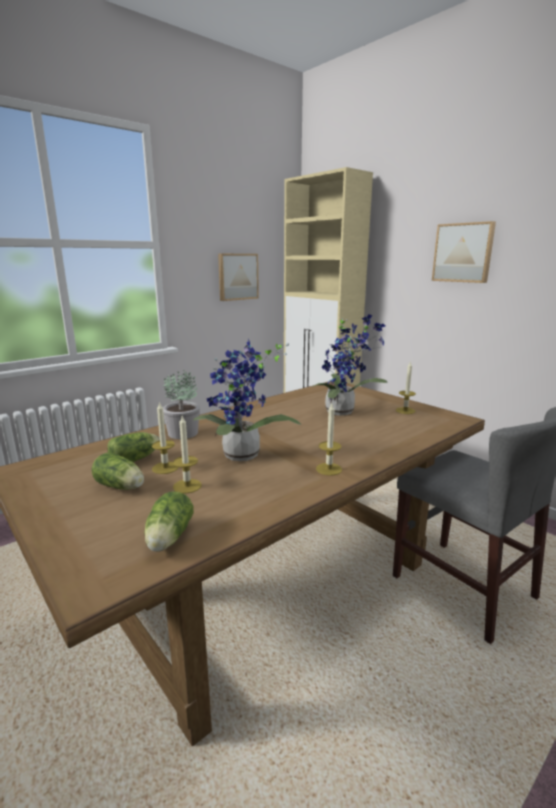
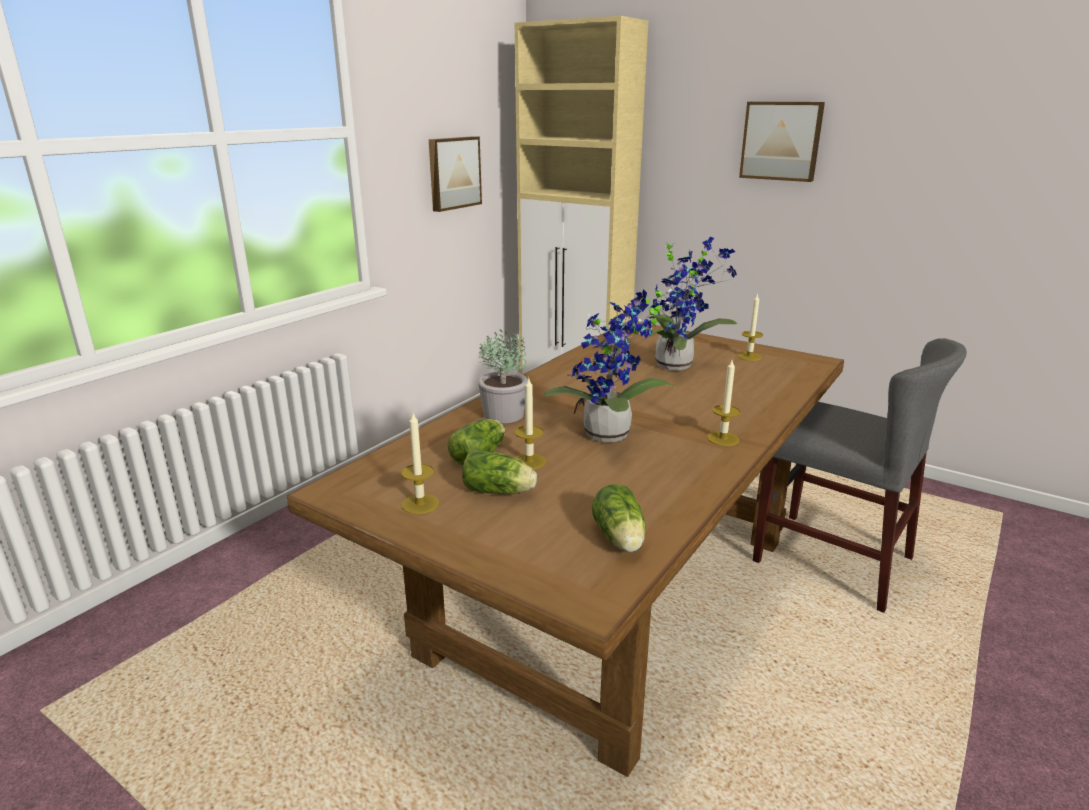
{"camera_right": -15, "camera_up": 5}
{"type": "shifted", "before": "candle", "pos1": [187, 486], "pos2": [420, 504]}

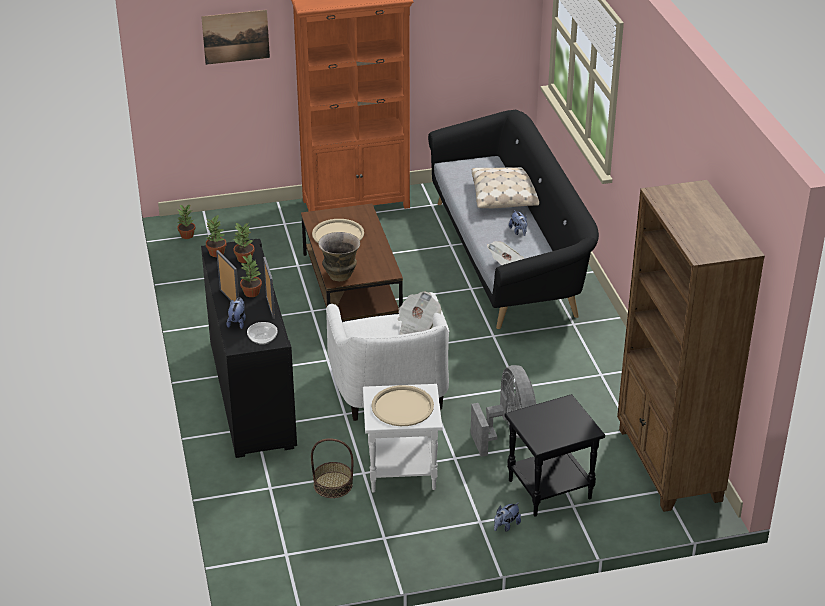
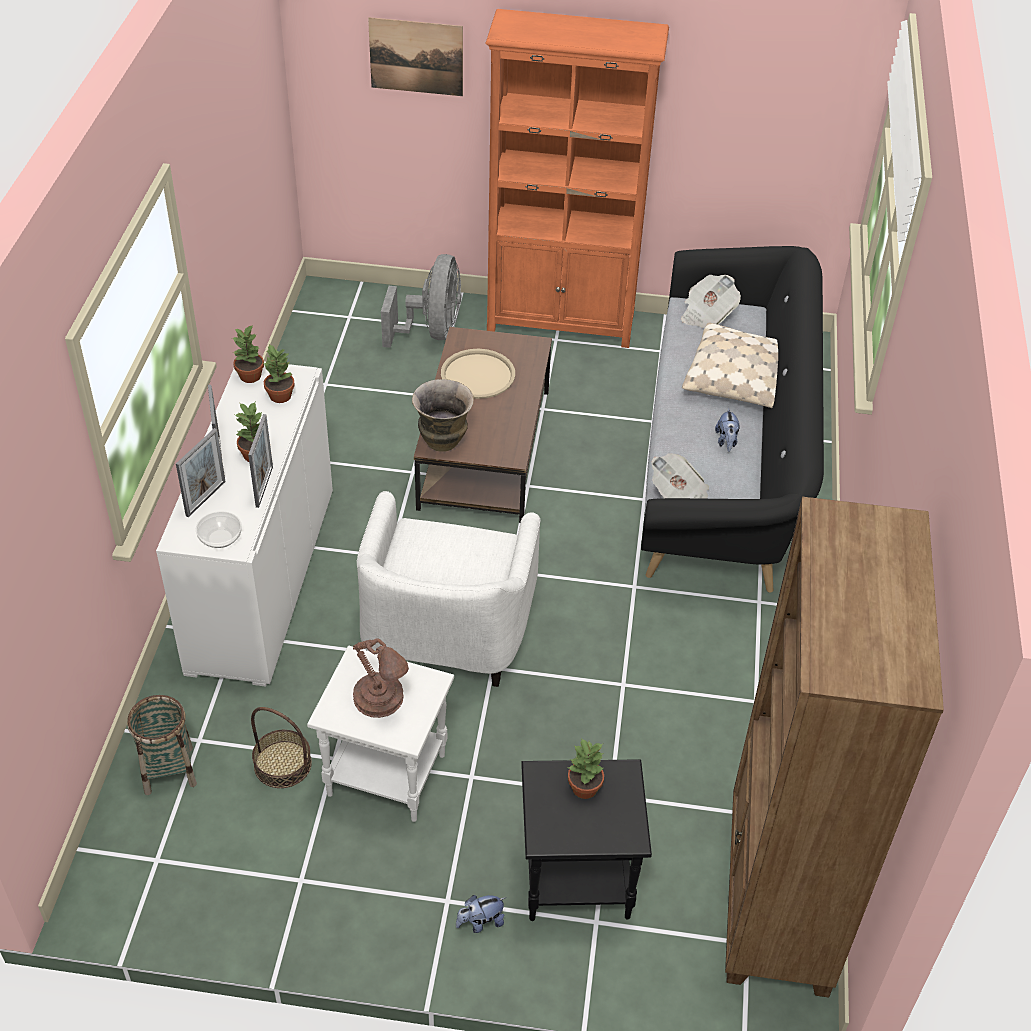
{"camera_right": 20, "camera_up": 10}
{"type": "new", "after": "basket", "pos2": [168, 770]}
{"type": "repainted", "before": "black cabinet", "after": "white cabinet", "pos1": [252, 393], "pos2": [262, 579]}
{"type": "swapped", "before": "plush toy", "after": "picture frame", "pos1": [237, 322], "pos2": [206, 498]}
{"type": "swapped", "before": "beige tray", "after": "brown table lamp", "pos1": [402, 407], "pos2": [381, 700]}
{"type": "shifted", "before": "grey fan", "pos1": [508, 433], "pos2": [431, 331]}
{"type": "shifted", "before": "potted plant", "pos1": [187, 235], "pos2": [584, 788]}
{"type": "shifted", "before": "newspaper", "pos1": [417, 325], "pos2": [707, 314]}

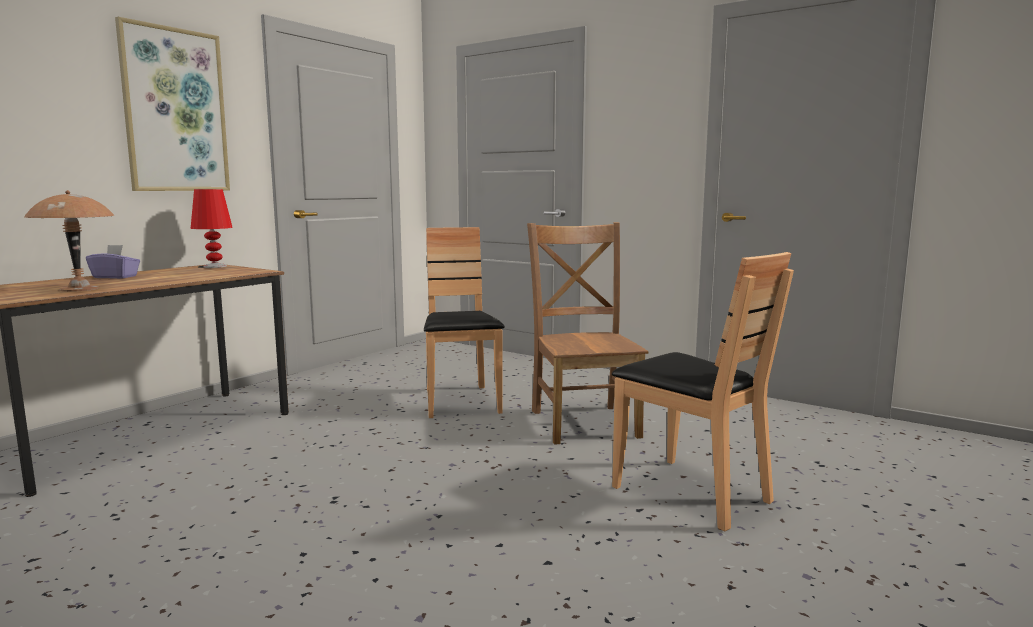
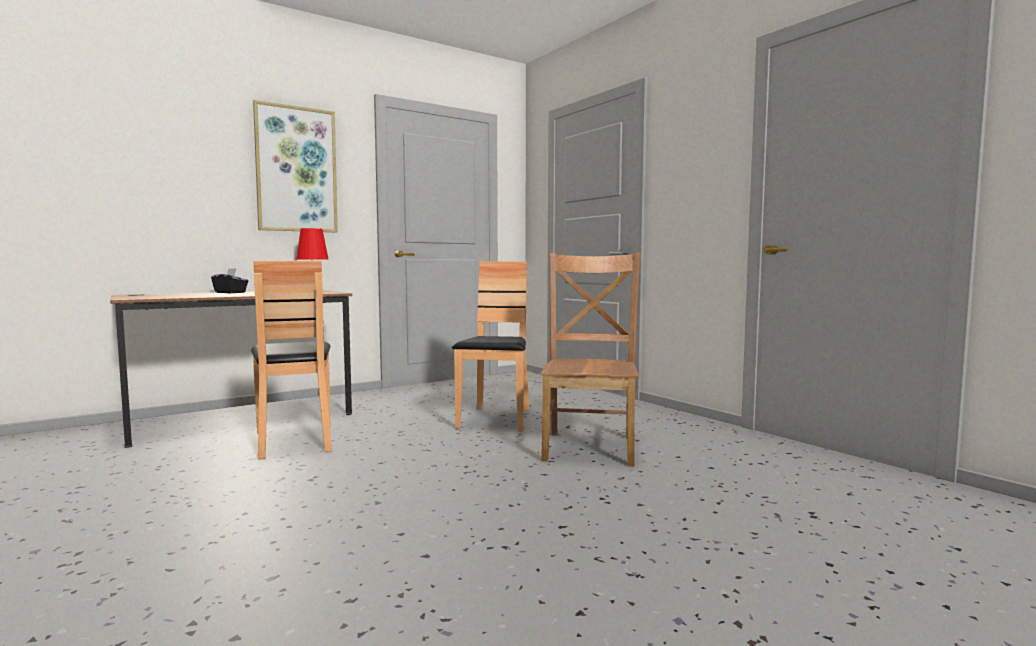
{"camera_right": 20, "camera_up": -5}
{"type": "repainted", "before": "purple tissue box", "after": "black tissue box", "pos1": [115, 277], "pos2": [230, 292]}
{"type": "shifted", "before": "brown chair", "pos1": [690, 492], "pos2": [295, 441]}
{"type": "gone", "before": "brown table lamp", "pos1": [80, 289]}

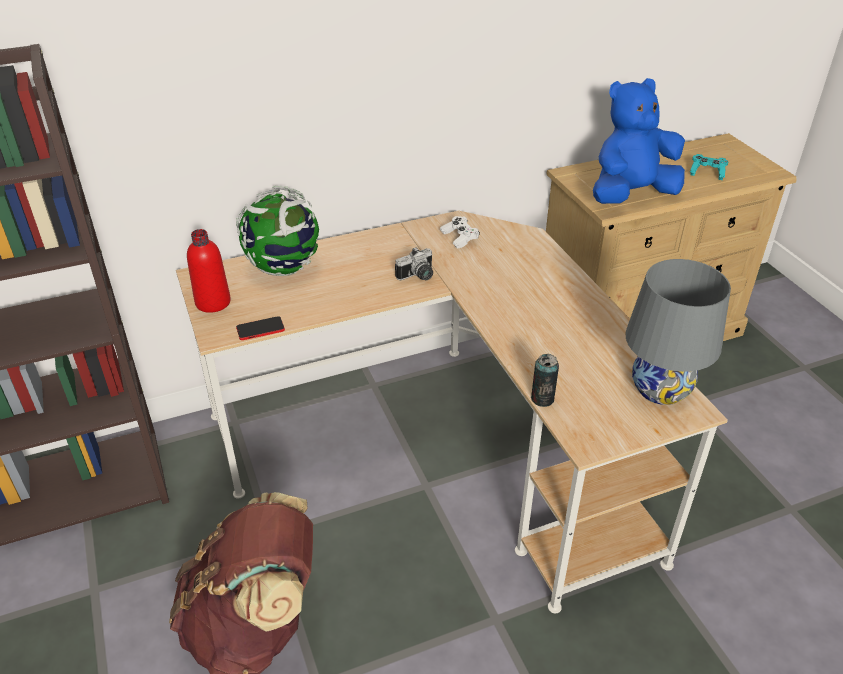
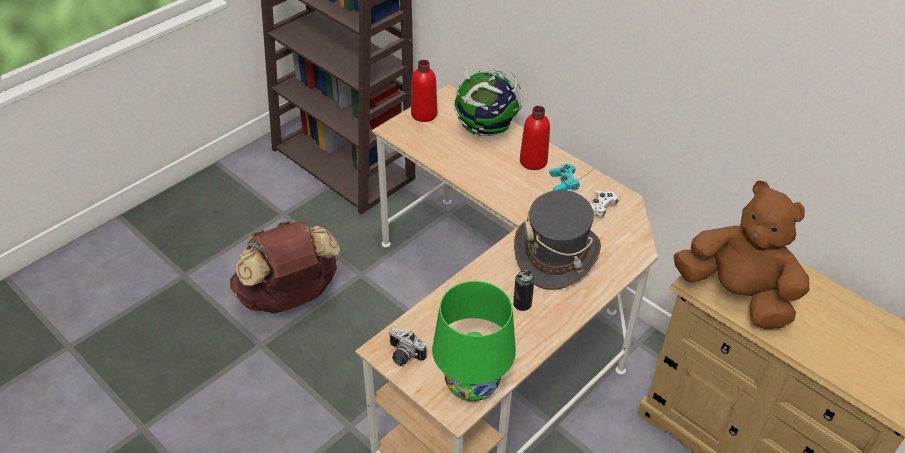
{"camera_right": 65, "camera_up": 5}
{"type": "shifted", "before": "photo camera", "pos1": [418, 276], "pos2": [403, 355]}
{"type": "repainted", "before": "grey table lamp", "after": "green table lamp", "pos1": [660, 389], "pos2": [471, 384]}
{"type": "shifted", "before": "can", "pos1": [542, 399], "pos2": [522, 304]}
{"type": "new", "after": "grey hat", "pos2": [556, 255]}
{"type": "new", "after": "red bottle", "pos2": [533, 161]}
{"type": "shifted", "before": "turquoise game controller", "pos1": [707, 173], "pos2": [563, 184]}
{"type": "repainted", "before": "blue plush toy", "after": "brown plush toy", "pos1": [630, 195], "pos2": [736, 295]}
{"type": "gone", "before": "phone", "pos1": [260, 329]}

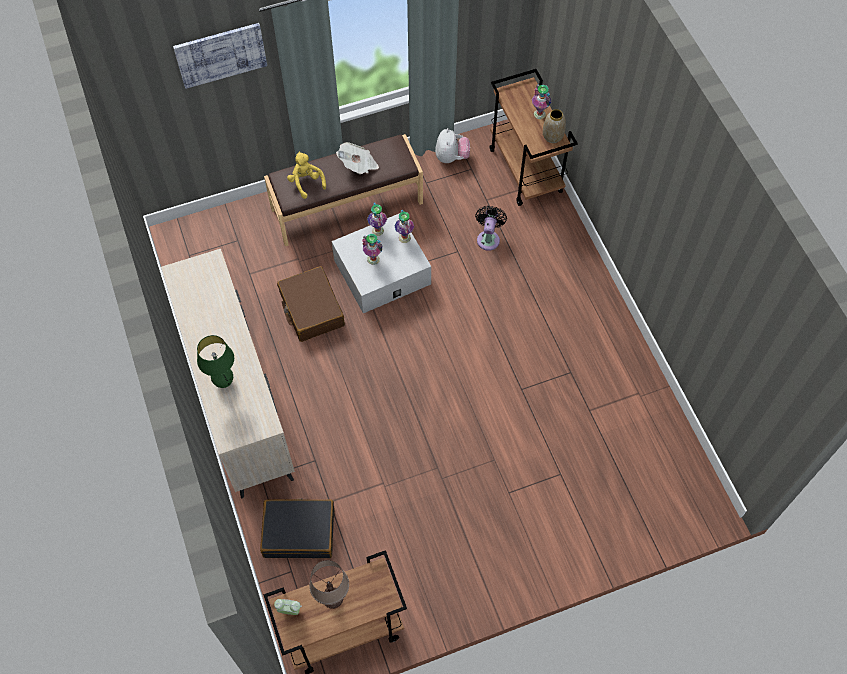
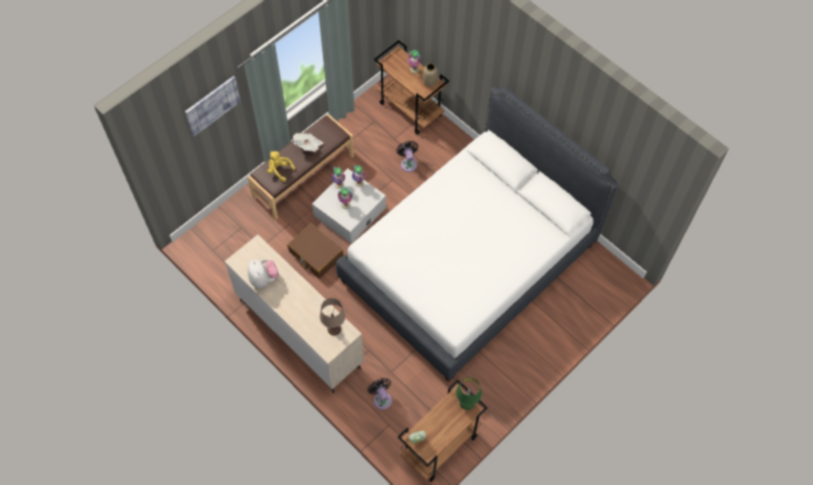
{"camera_right": -25, "camera_up": 0}
{"type": "shifted", "before": "plush toy", "pos1": [451, 157], "pos2": [263, 279]}
{"type": "shifted", "before": "brown table lamp", "pos1": [332, 598], "pos2": [334, 329]}
{"type": "new", "after": "white bed", "pos2": [469, 262]}
{"type": "swapped", "before": "black suitcase", "after": "black fan", "pos1": [299, 532], "pos2": [381, 398]}
{"type": "shifted", "before": "green table lamp", "pos1": [224, 382], "pos2": [466, 405]}

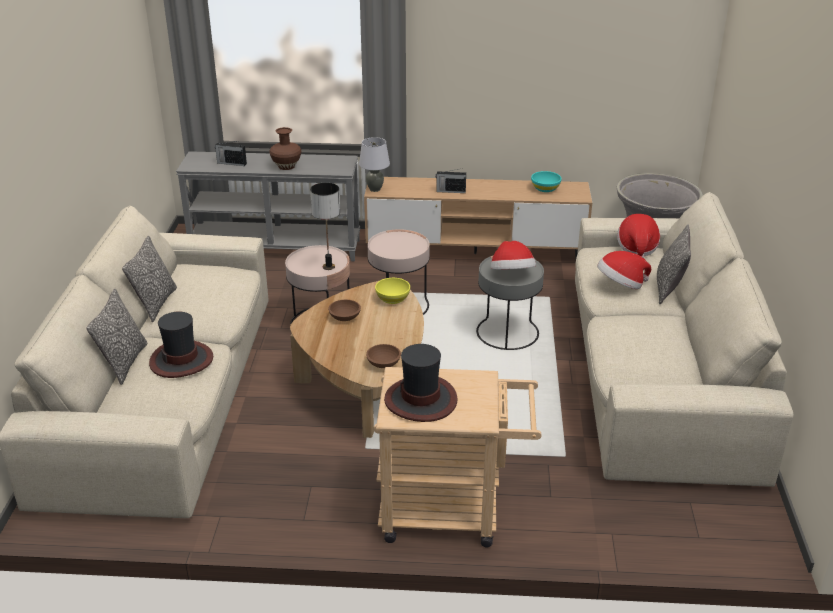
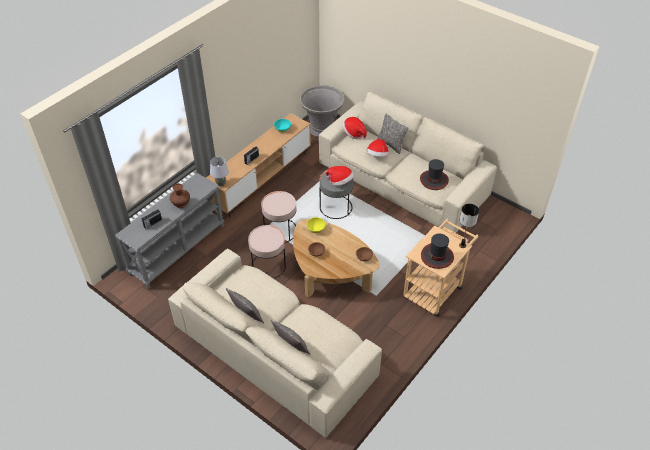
{"camera_right": -55, "camera_up": 15}
{"type": "shifted", "before": "hat", "pos1": [181, 360], "pos2": [434, 180]}
{"type": "shifted", "before": "table lamp", "pos1": [328, 267], "pos2": [462, 245]}

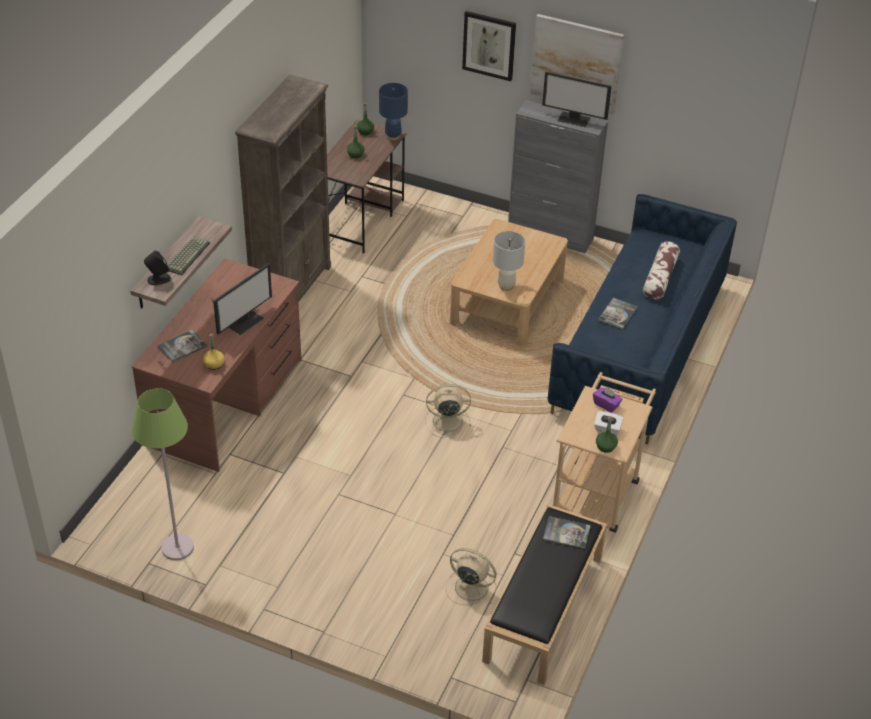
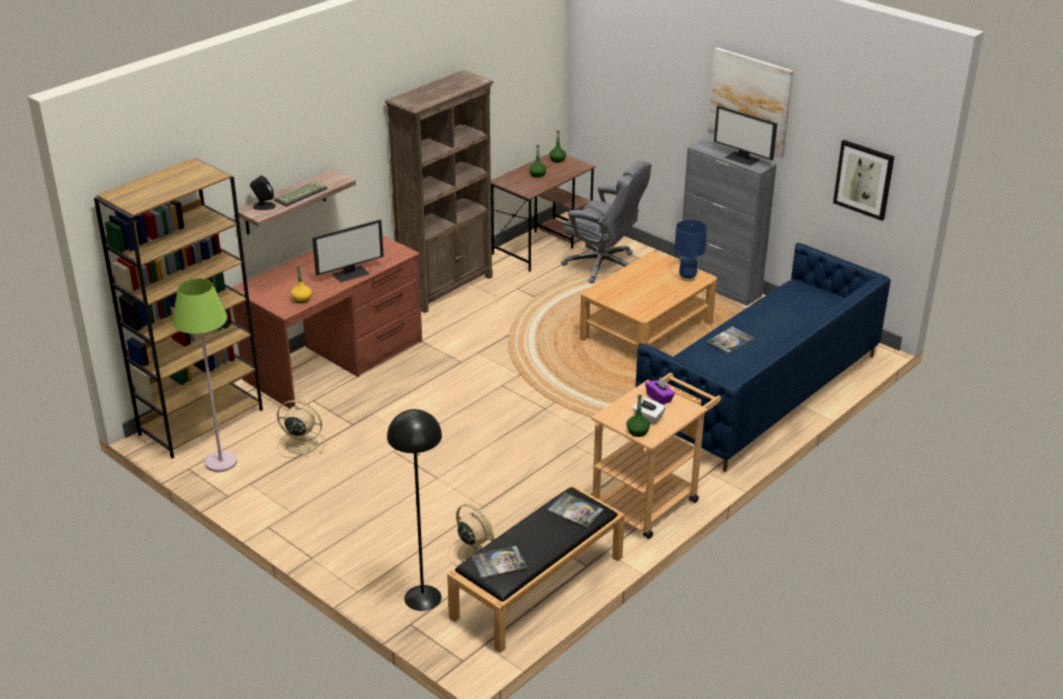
{"camera_right": 20, "camera_up": -10}
{"type": "new", "after": "brown bookcase", "pos2": [201, 421]}
{"type": "shifted", "before": "beige fan", "pos1": [446, 421], "pos2": [300, 444]}
{"type": "new", "after": "black floor lamp", "pos2": [422, 597]}
{"type": "shifted", "before": "book", "pos1": [182, 346], "pos2": [499, 563]}
{"type": "new", "after": "grey office chair", "pos2": [603, 266]}
{"type": "shifted", "before": "blue table lamp", "pos1": [393, 136], "pos2": [687, 277]}
{"type": "shifted", "before": "picture", "pos1": [489, 45], "pos2": [864, 179]}
{"type": "gone", "before": "white table lamp", "pos1": [506, 286]}
{"type": "gone", "before": "pillow", "pos1": [660, 278]}

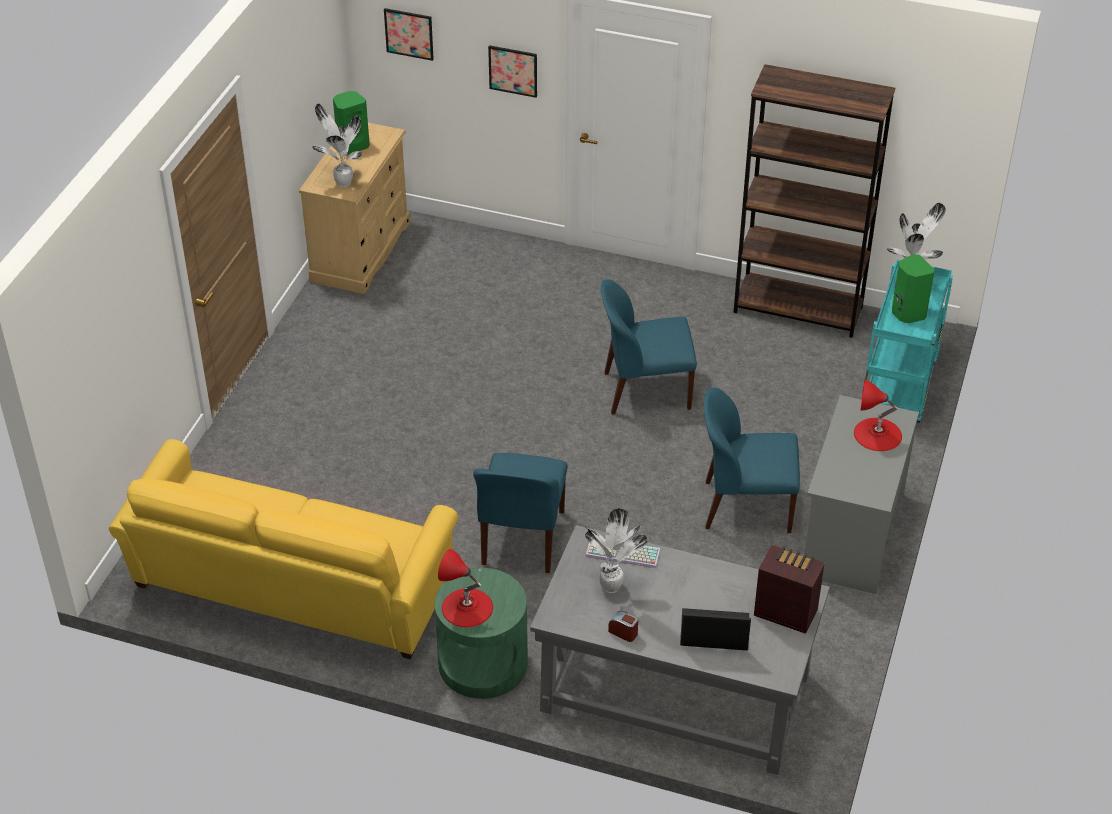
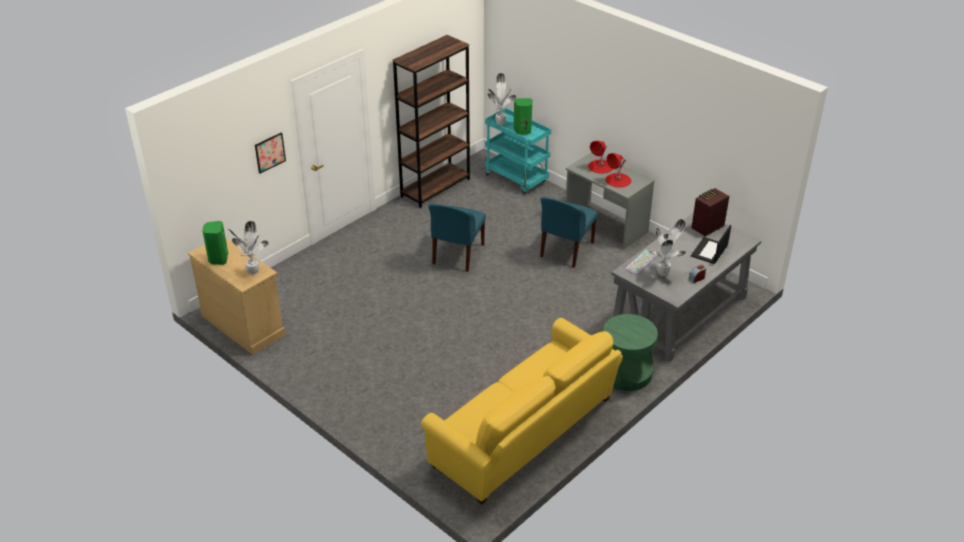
{"camera_right": -65, "camera_up": -5}
{"type": "shifted", "before": "red table lamp", "pos1": [467, 607], "pos2": [618, 180]}
{"type": "gone", "before": "picture", "pos1": [409, 33]}
{"type": "gone", "before": "blue chair", "pos1": [522, 539]}

